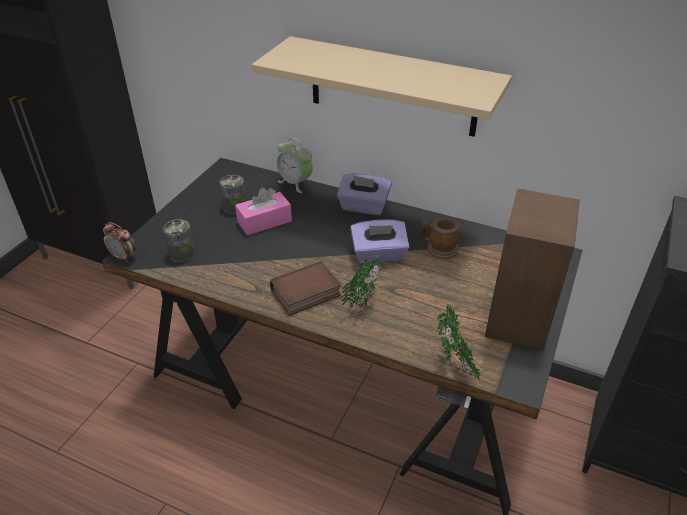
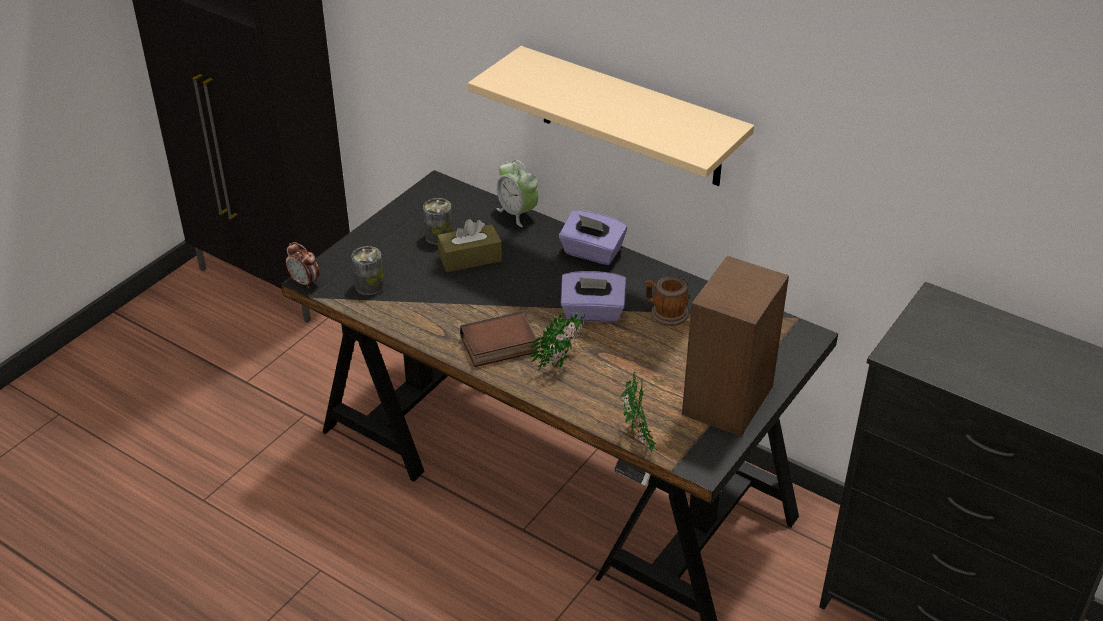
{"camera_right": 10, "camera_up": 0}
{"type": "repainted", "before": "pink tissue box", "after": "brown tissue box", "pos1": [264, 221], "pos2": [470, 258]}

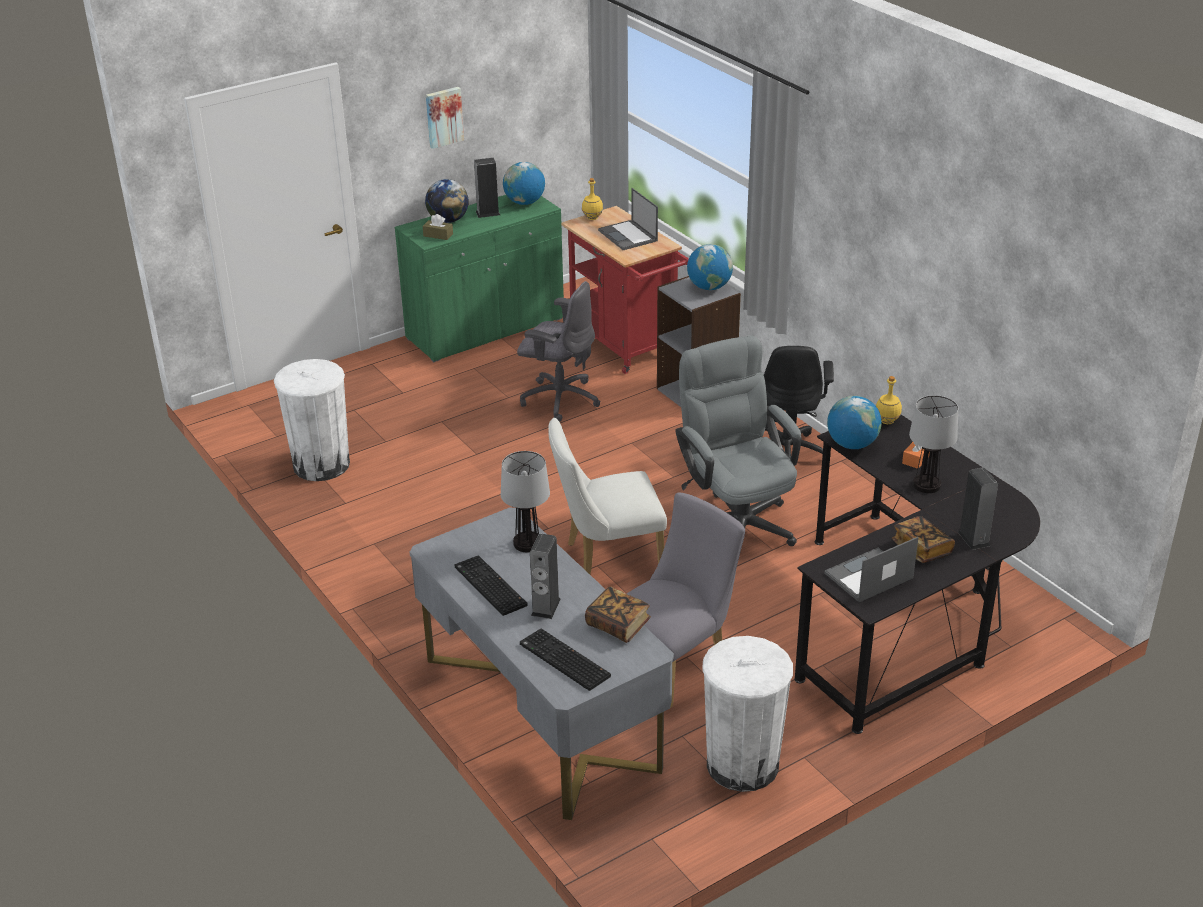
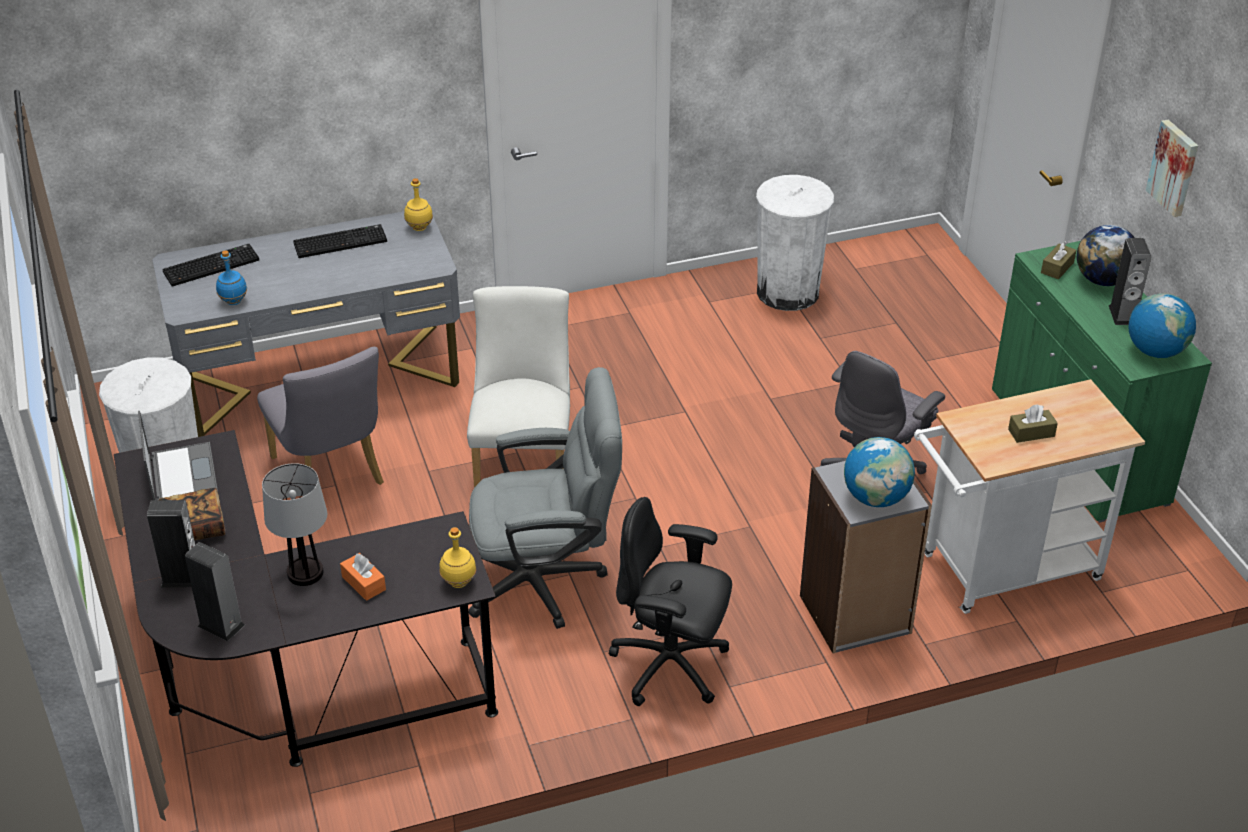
{"camera_right": 105, "camera_up": 5}
{"type": "shifted", "before": "speaker", "pos1": [545, 607], "pos2": [221, 625]}
{"type": "swapped", "before": "book", "after": "blue bottle", "pos1": [618, 625], "pos2": [234, 301]}
{"type": "shifted", "before": "yellow bottle", "pos1": [592, 218], "pos2": [419, 228]}
{"type": "repainted", "before": "red cart", "after": "white cart", "pos1": [626, 347], "pos2": [1001, 571]}
{"type": "swapped", "before": "laptop", "after": "brown tissue box", "pos1": [628, 236], "pos2": [1031, 433]}
{"type": "gone", "before": "table lamp", "pos1": [528, 544]}
{"type": "gone", "before": "globe", "pos1": [852, 444]}

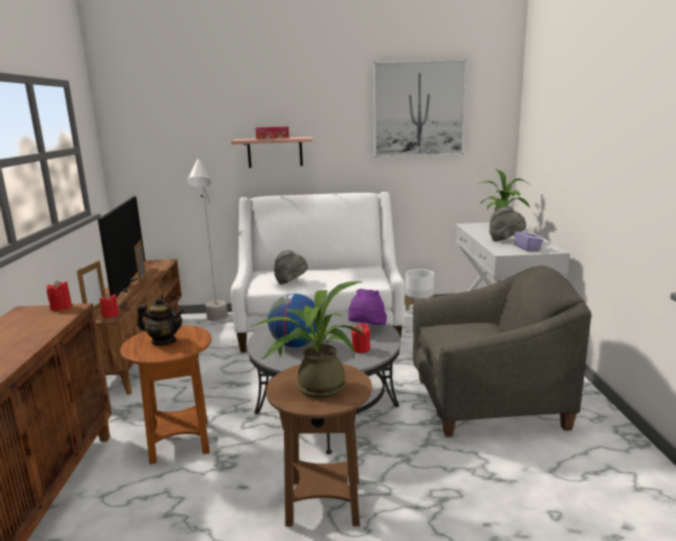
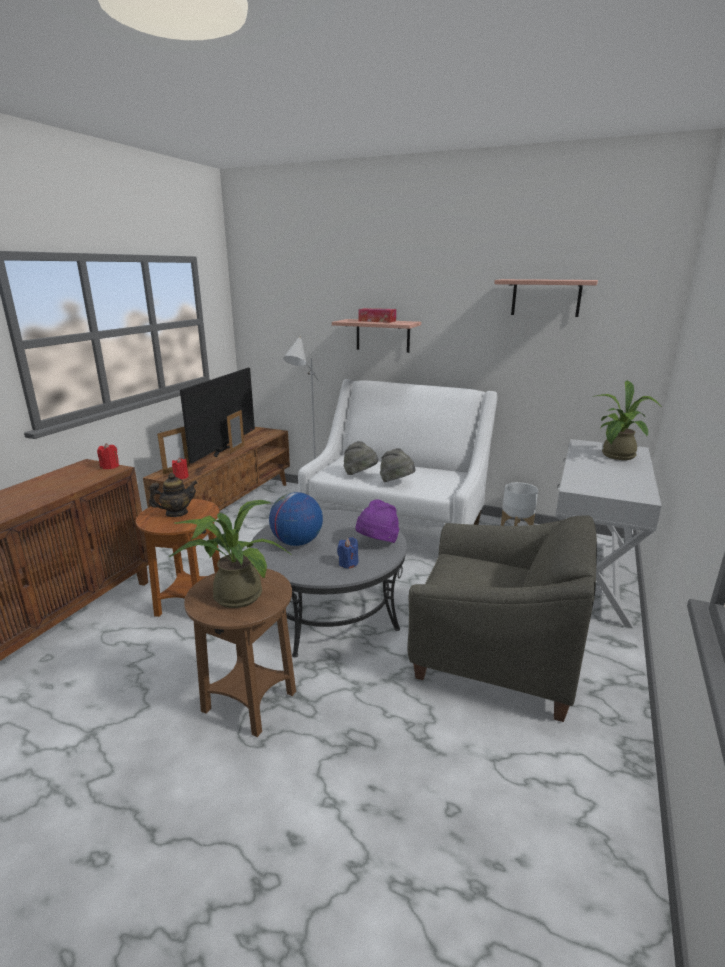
{"camera_right": 25, "camera_up": 5}
{"type": "rotated", "before": "teapot", "pos1": [164, 341], "pos2": [176, 513], "turn": -60}
{"type": "repainted", "before": "red candle", "after": "blue candle", "pos1": [361, 349], "pos2": [348, 563]}
{"type": "shifted", "before": "grey hat", "pos1": [506, 240], "pos2": [397, 483]}
{"type": "swapped", "before": "picture", "after": "shelf", "pos1": [419, 109], "pos2": [546, 297]}
{"type": "gone", "before": "purple tissue box", "pos1": [527, 248]}

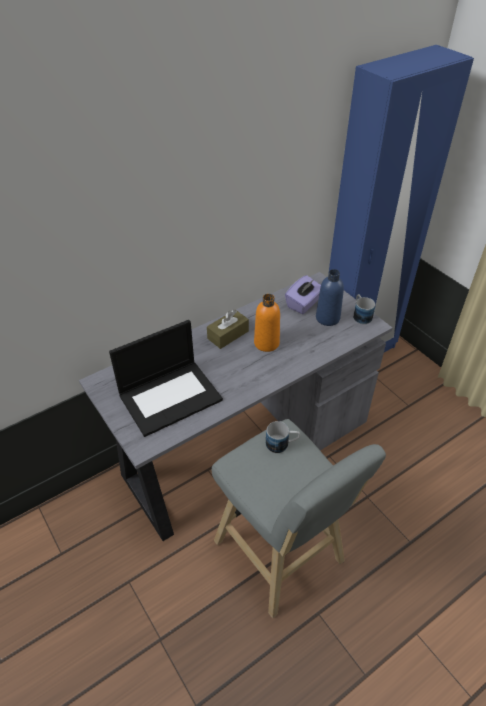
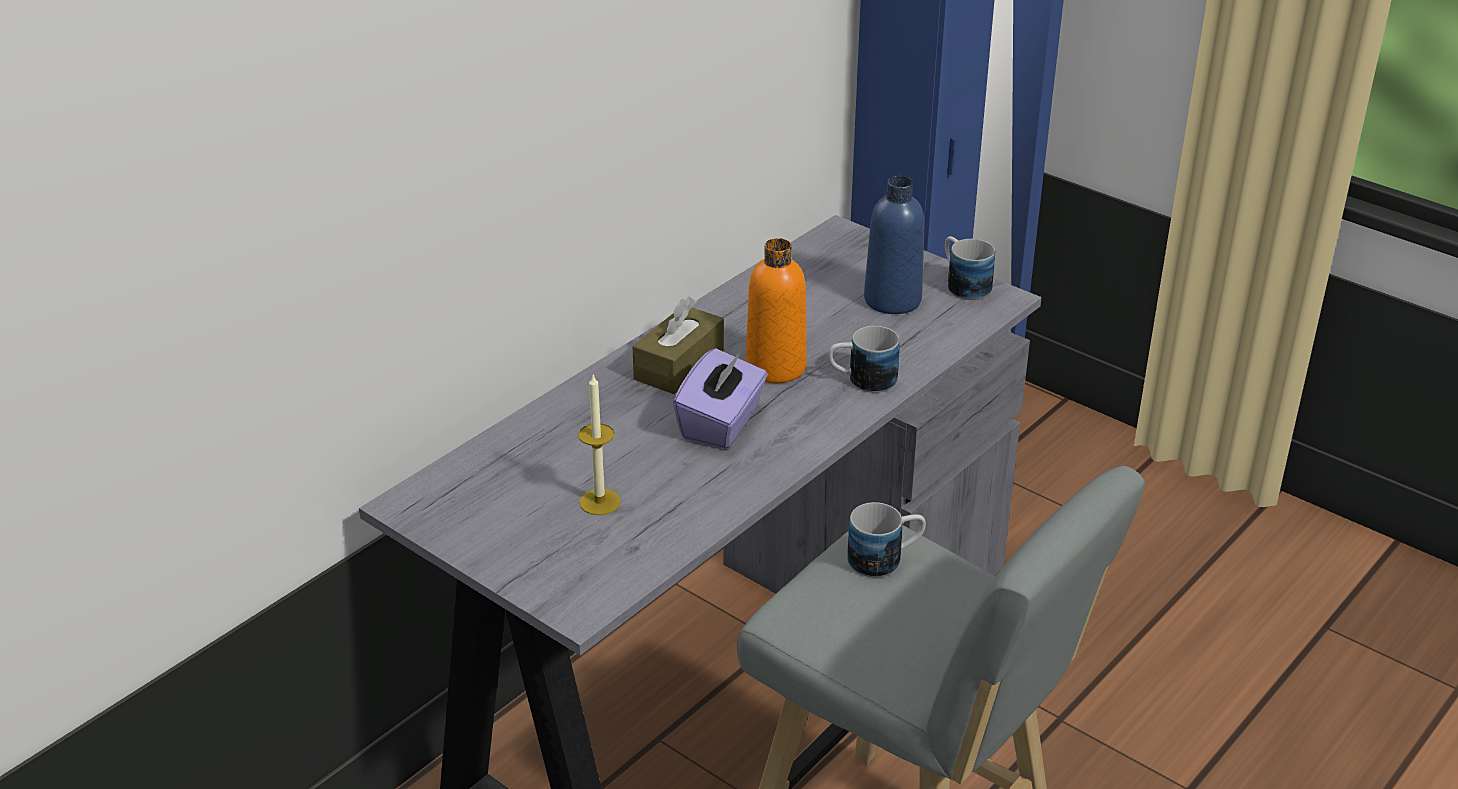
{"camera_right": -15, "camera_up": -10}
{"type": "swapped", "before": "laptop", "after": "candle", "pos1": [170, 396], "pos2": [600, 502]}
{"type": "shifted", "before": "purple tissue box", "pos1": [303, 304], "pos2": [721, 424]}
{"type": "new", "after": "mug", "pos2": [862, 380]}

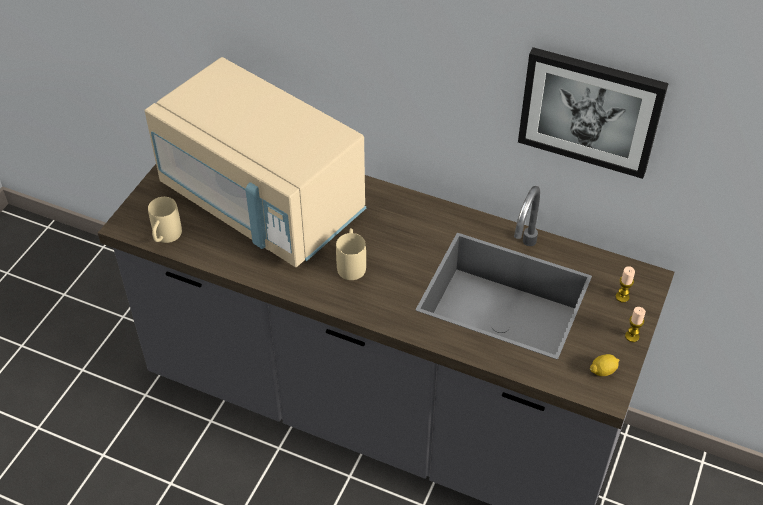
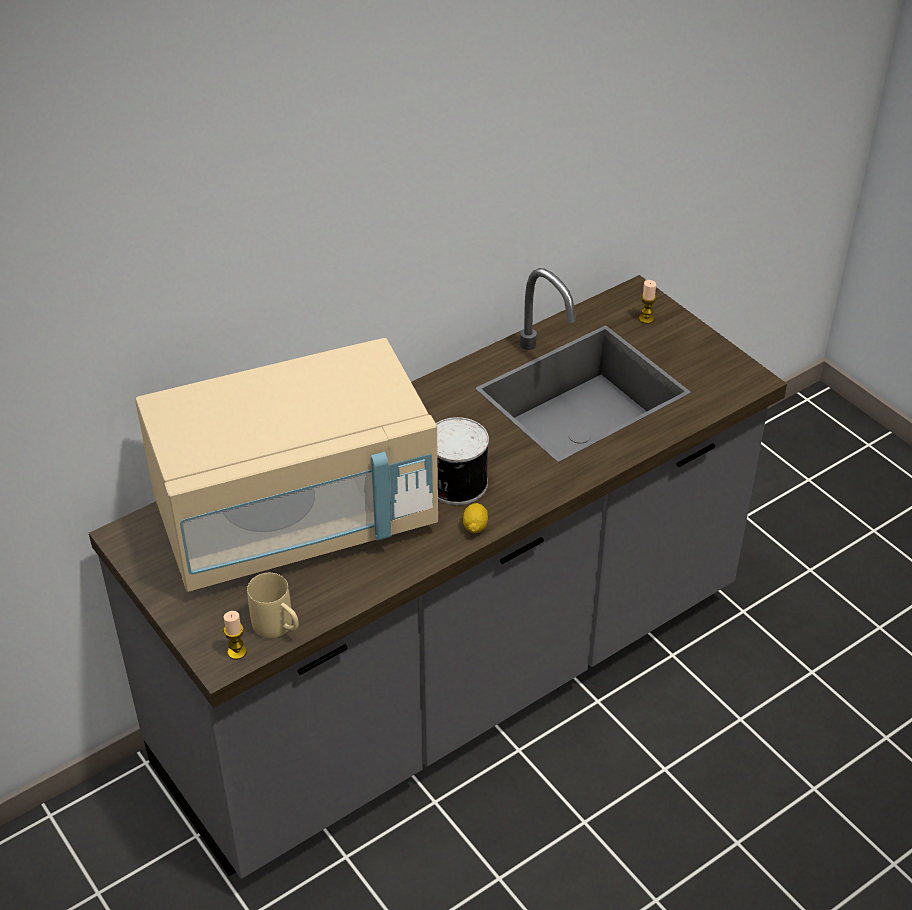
{"camera_right": -60, "camera_up": -5}
{"type": "shifted", "before": "candle", "pos1": [632, 336], "pos2": [237, 652]}
{"type": "swapped", "before": "beige mug", "after": "can", "pos1": [351, 264], "pos2": [455, 483]}
{"type": "shifted", "before": "lemon", "pos1": [603, 371], "pos2": [475, 526]}
{"type": "gone", "before": "picture", "pos1": [590, 111]}

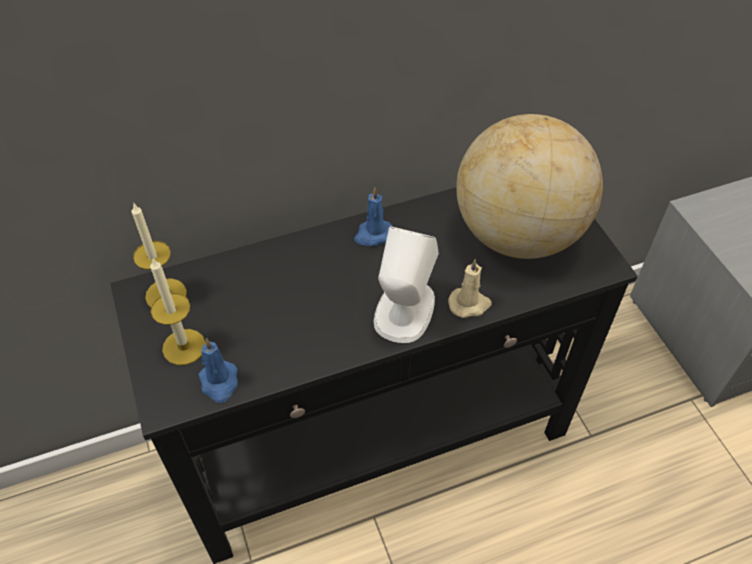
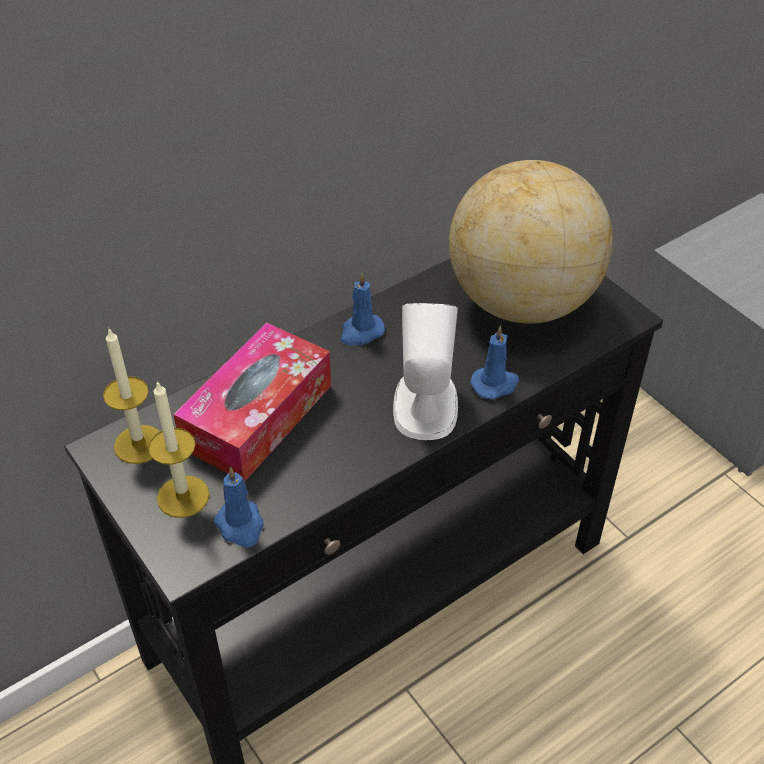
{"camera_right": -15, "camera_up": -5}
{"type": "new", "after": "tissue box", "pos2": [258, 416]}
{"type": "repainted", "before": "beige candle", "after": "blue candle", "pos1": [469, 304], "pos2": [495, 384]}

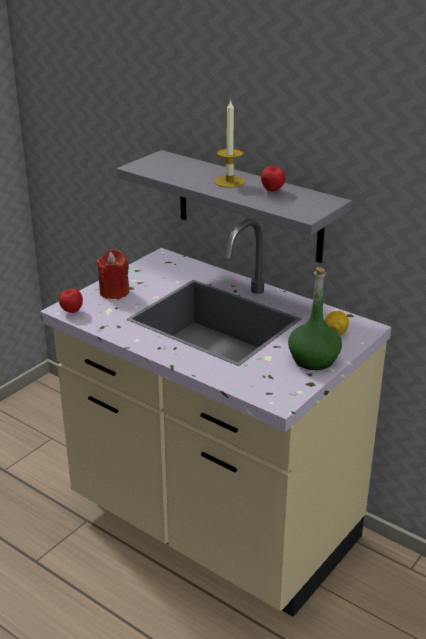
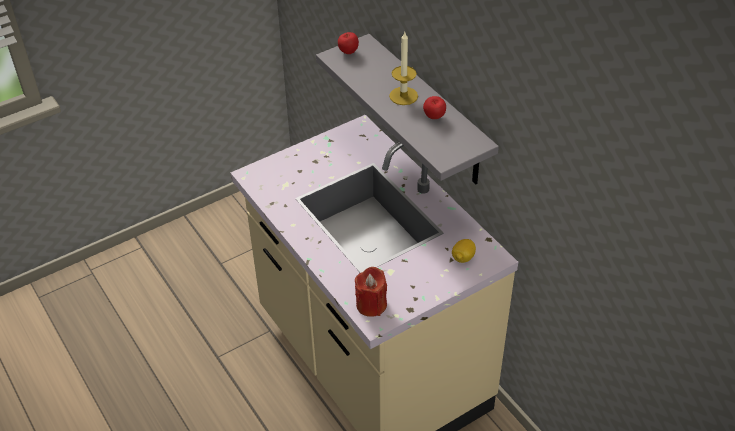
{"camera_right": 20, "camera_up": 15}
{"type": "shifted", "before": "apple", "pos1": [71, 311], "pos2": [348, 52]}
{"type": "shifted", "before": "red candle", "pos1": [114, 292], "pos2": [371, 305]}
{"type": "gone", "before": "green bottle", "pos1": [314, 359]}

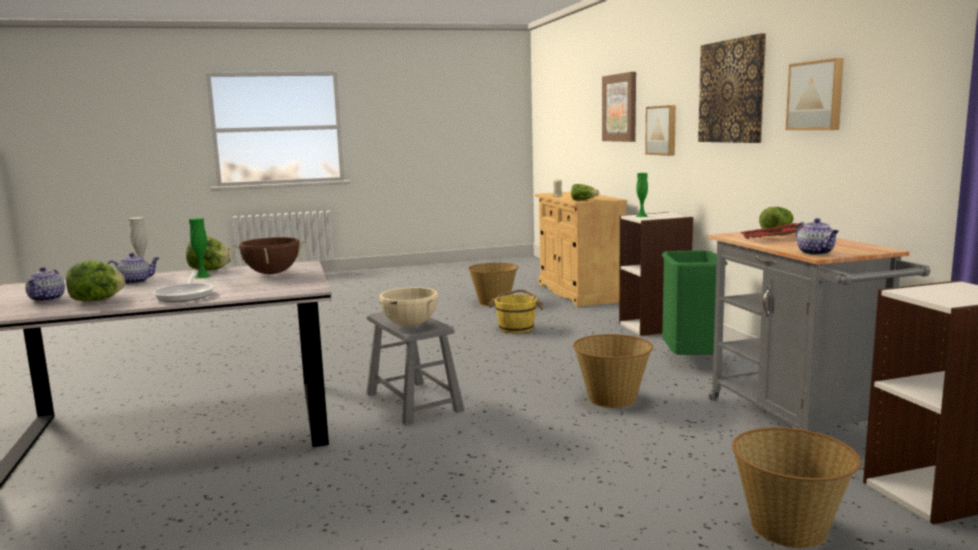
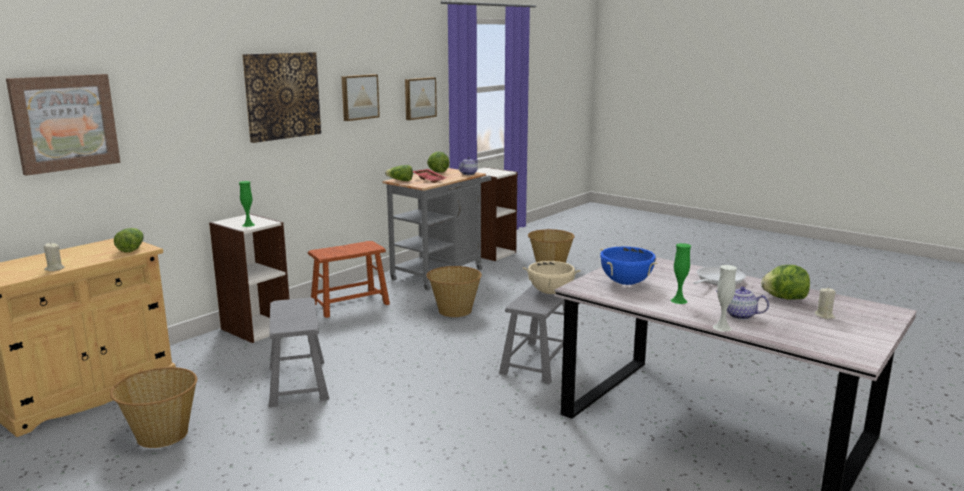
{"camera_right": -125, "camera_up": 5}
{"type": "swapped", "before": "yellow bucket", "after": "grey stool", "pos1": [516, 328], "pos2": [298, 383]}
{"type": "swapped", "before": "green trash can", "after": "brown stool", "pos1": [691, 360], "pos2": [350, 304]}
{"type": "shifted", "before": "picture", "pos1": [662, 130], "pos2": [419, 98]}
{"type": "shifted", "before": "lettuce", "pos1": [209, 270], "pos2": [437, 172]}
{"type": "repainted", "before": "brown cooking pot", "after": "blue cooking pot", "pos1": [272, 273], "pos2": [626, 283]}
{"type": "swapped", "before": "teapot", "after": "beige candle", "pos1": [48, 299], "pos2": [824, 316]}

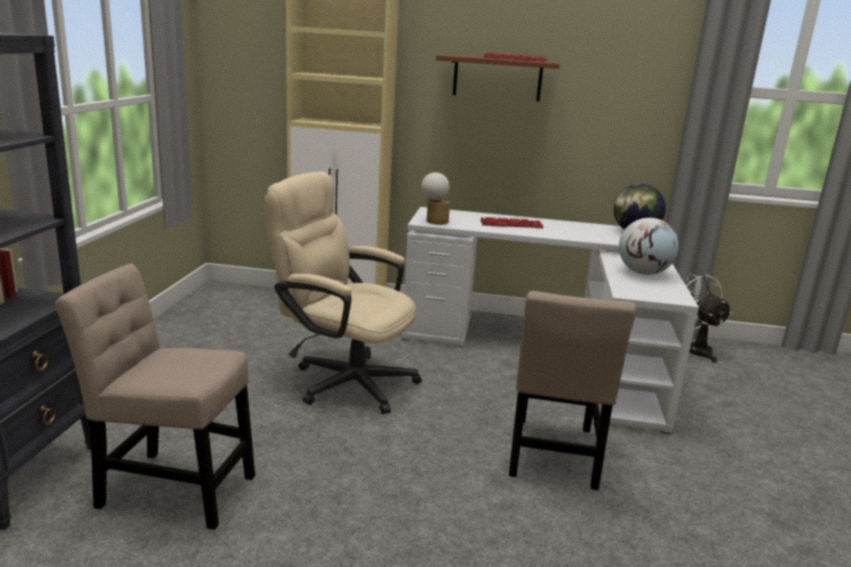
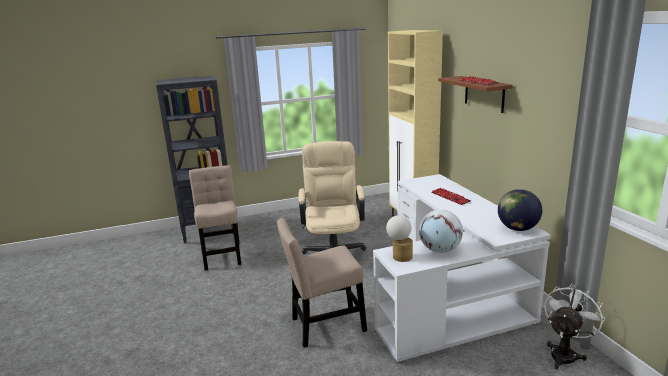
{"camera_right": 65, "camera_up": 0}
{"type": "shifted", "before": "table lamp", "pos1": [434, 221], "pos2": [400, 256]}

